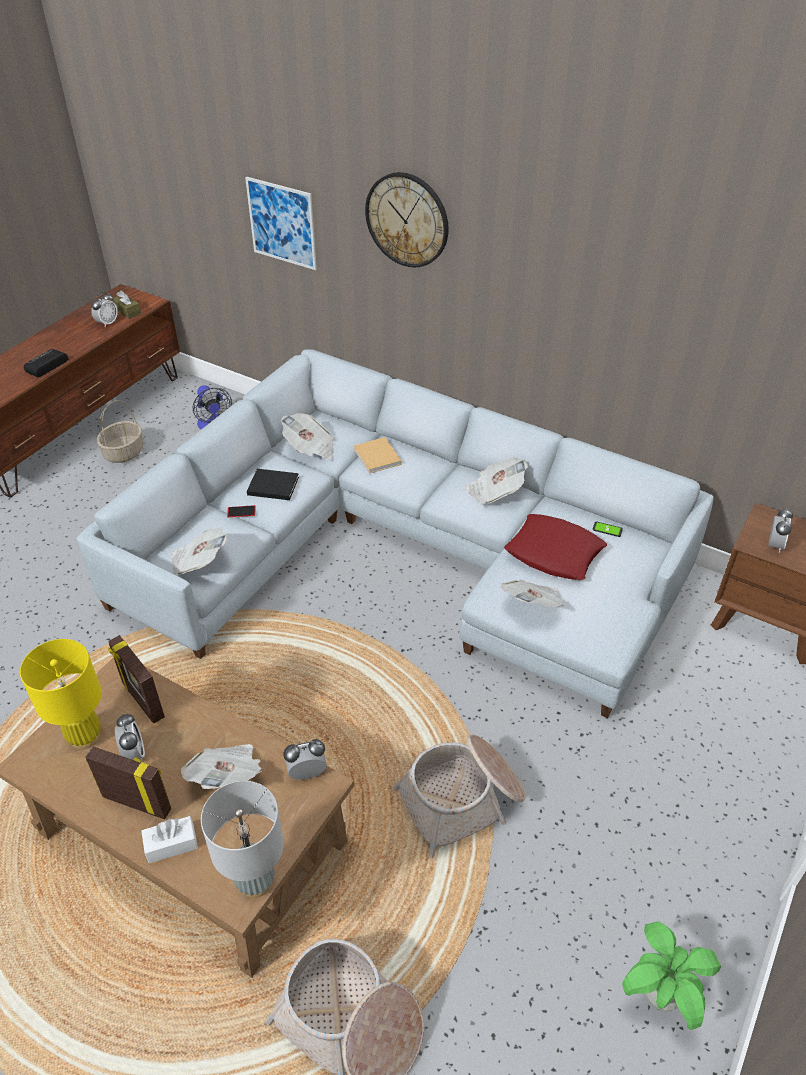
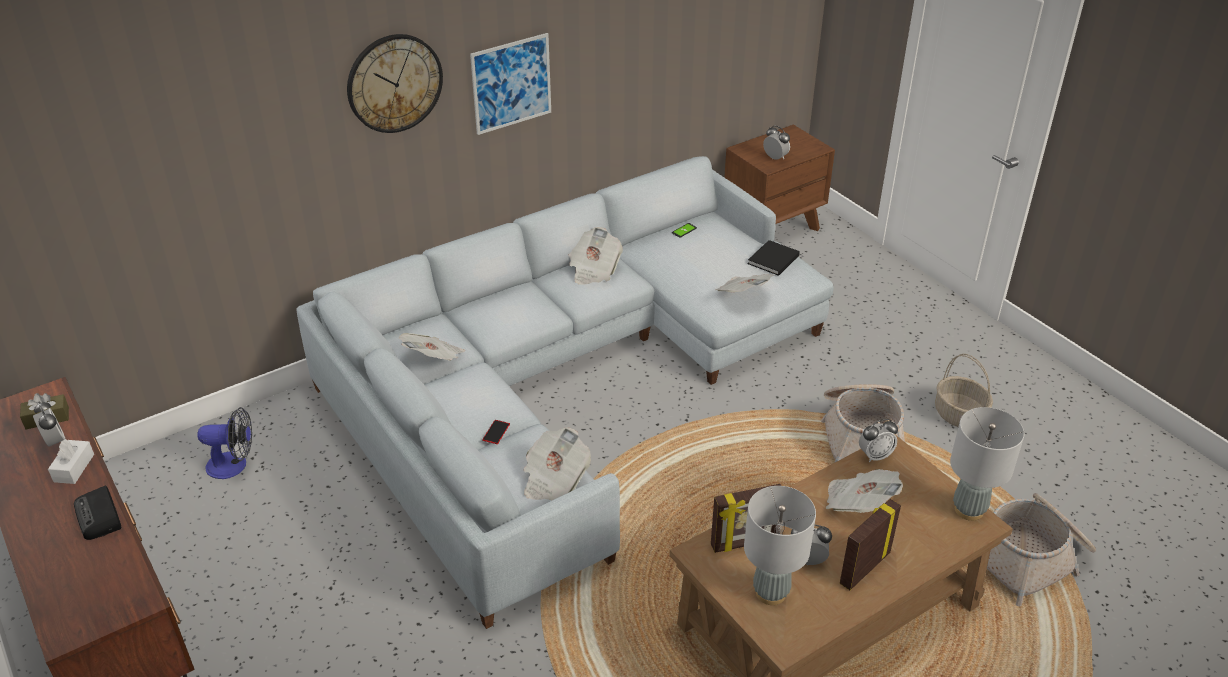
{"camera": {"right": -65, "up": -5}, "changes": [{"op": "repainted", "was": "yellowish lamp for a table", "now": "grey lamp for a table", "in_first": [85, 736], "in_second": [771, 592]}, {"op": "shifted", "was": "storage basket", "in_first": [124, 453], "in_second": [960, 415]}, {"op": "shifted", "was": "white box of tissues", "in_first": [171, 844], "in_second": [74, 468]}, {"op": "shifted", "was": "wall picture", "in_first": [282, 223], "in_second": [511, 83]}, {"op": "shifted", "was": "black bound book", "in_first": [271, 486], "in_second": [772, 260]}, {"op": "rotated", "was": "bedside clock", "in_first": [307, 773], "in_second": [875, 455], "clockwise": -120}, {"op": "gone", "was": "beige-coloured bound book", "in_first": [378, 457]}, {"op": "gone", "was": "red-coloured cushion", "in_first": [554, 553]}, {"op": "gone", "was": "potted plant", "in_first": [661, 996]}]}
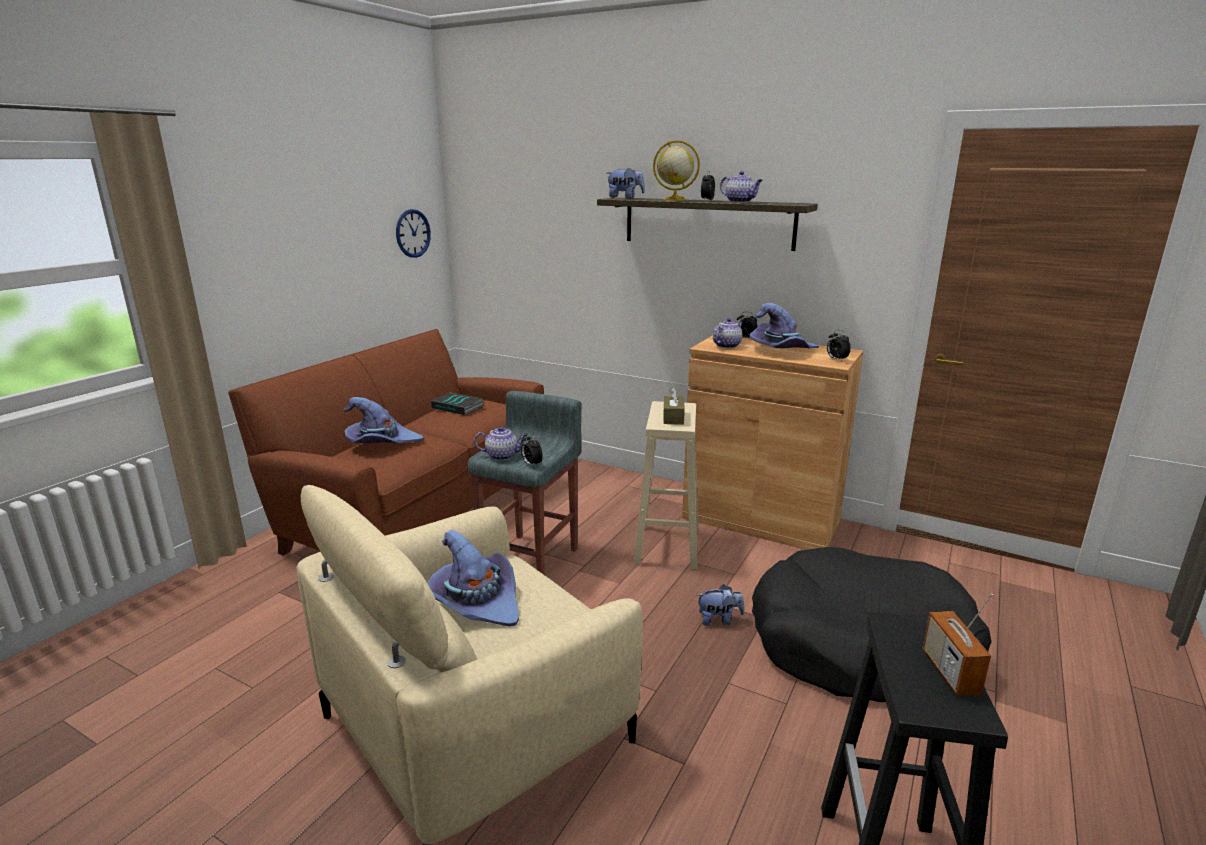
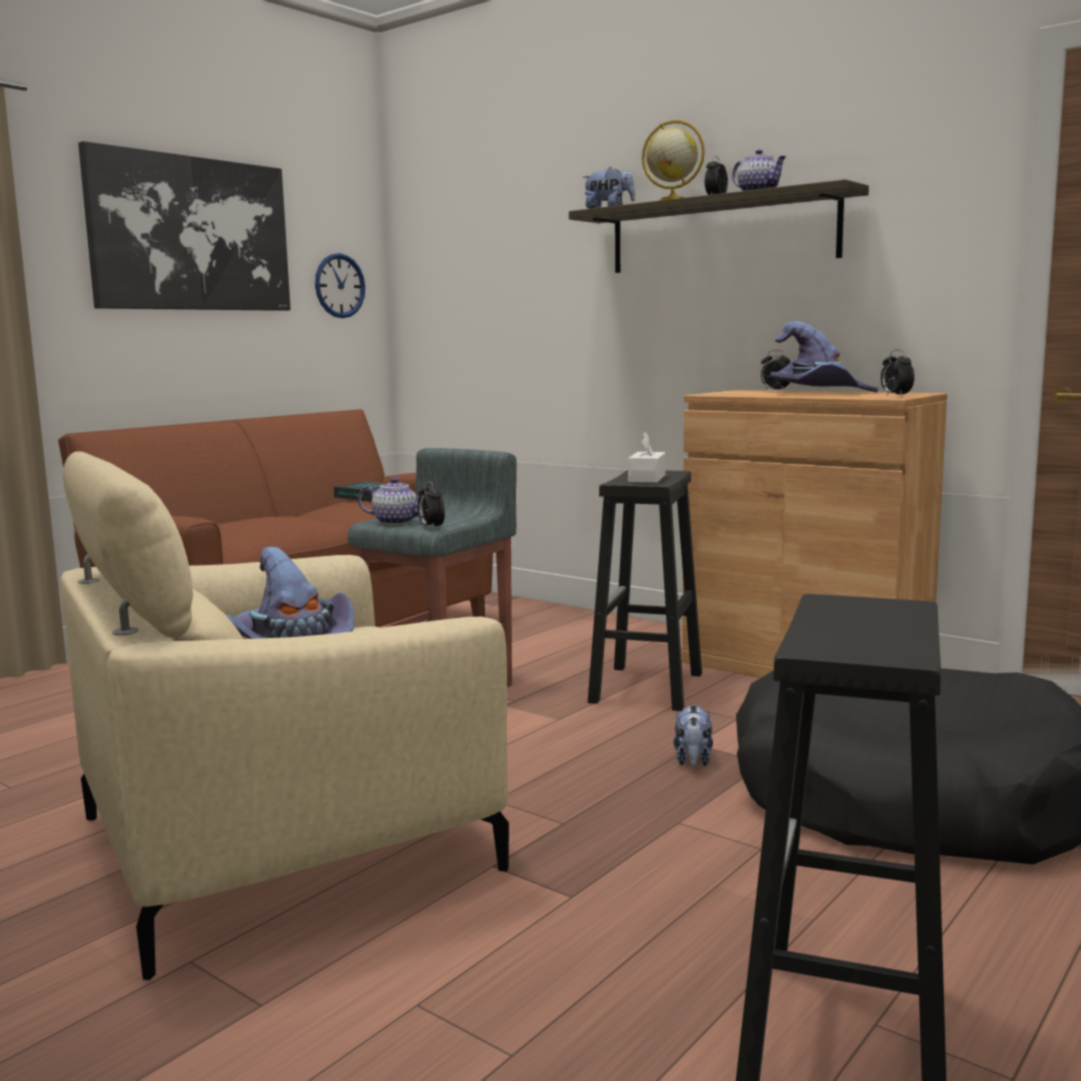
{"camera": {"right": 10, "up": -10}, "changes": [{"op": "gone", "was": "purple-coloured clothing hat", "in_first": [381, 442]}, {"op": "repainted", "was": "beige-coloured stool", "now": "black stool", "in_first": [667, 547], "in_second": [647, 688]}, {"op": "repainted", "was": "brownish box of tissues", "now": "white box of tissues", "in_first": [673, 417], "in_second": [647, 478]}, {"op": "rotated", "was": "soft toy", "in_first": [719, 620], "in_second": [693, 761], "clockwise": 90}, {"op": "gone", "was": "pot for tea", "in_first": [727, 345]}, {"op": "gone", "was": "radio", "in_first": [950, 672]}, {"op": "new", "now": "wall picture", "in_second": [191, 234]}]}
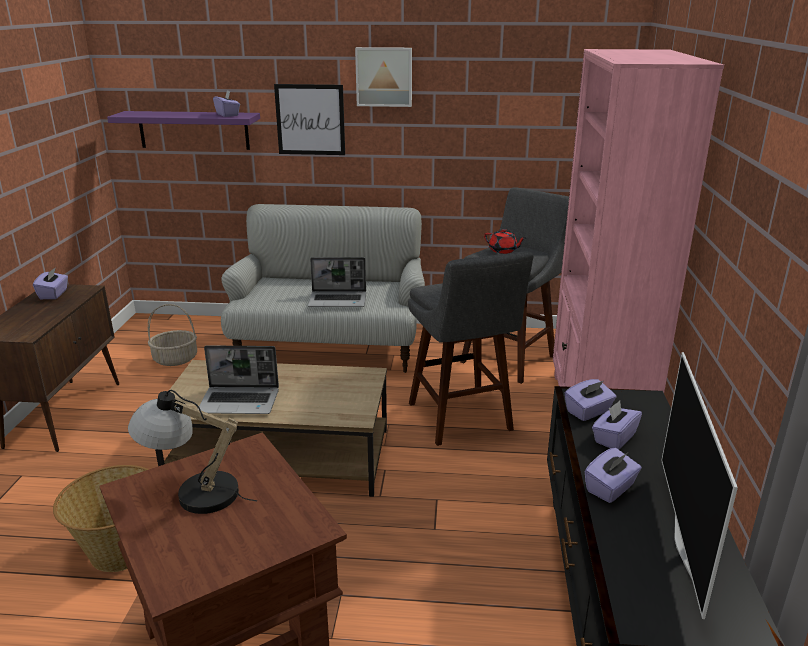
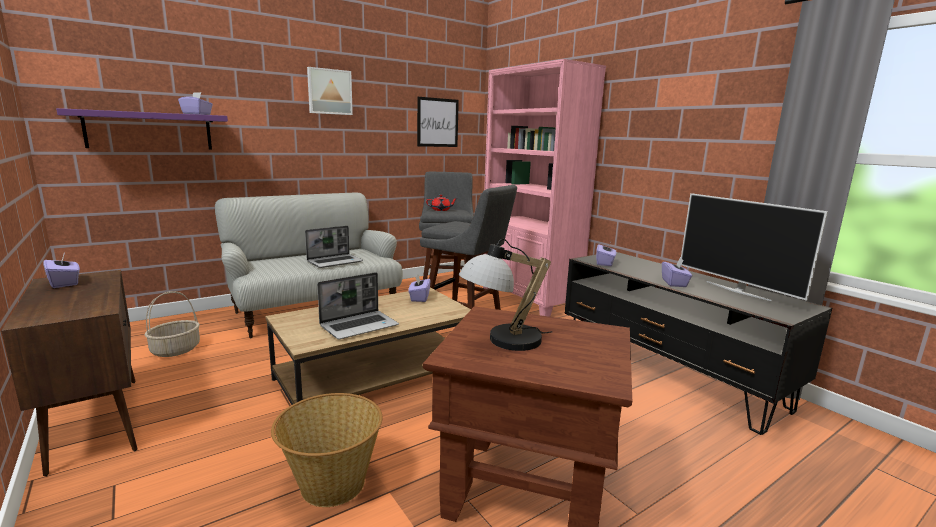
{"camera": {"right": -40, "up": -10}, "changes": [{"op": "shifted", "was": "wall picture", "in_first": [310, 119], "in_second": [437, 122]}, {"op": "shifted", "was": "purple-coloured box of tissues", "in_first": [614, 438], "in_second": [419, 298]}]}
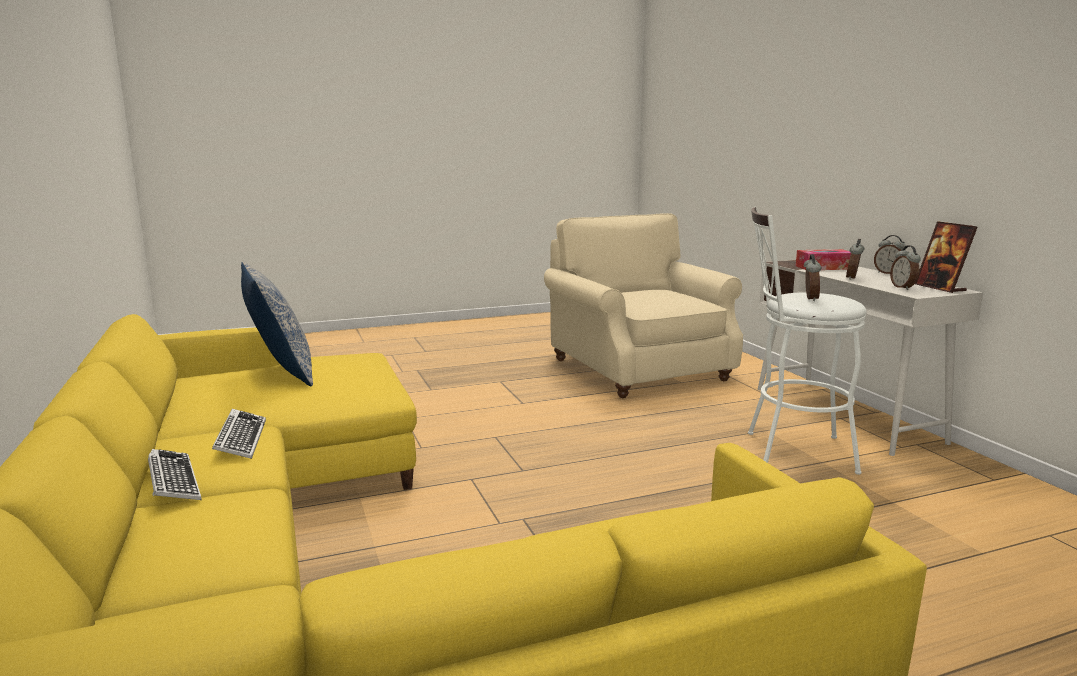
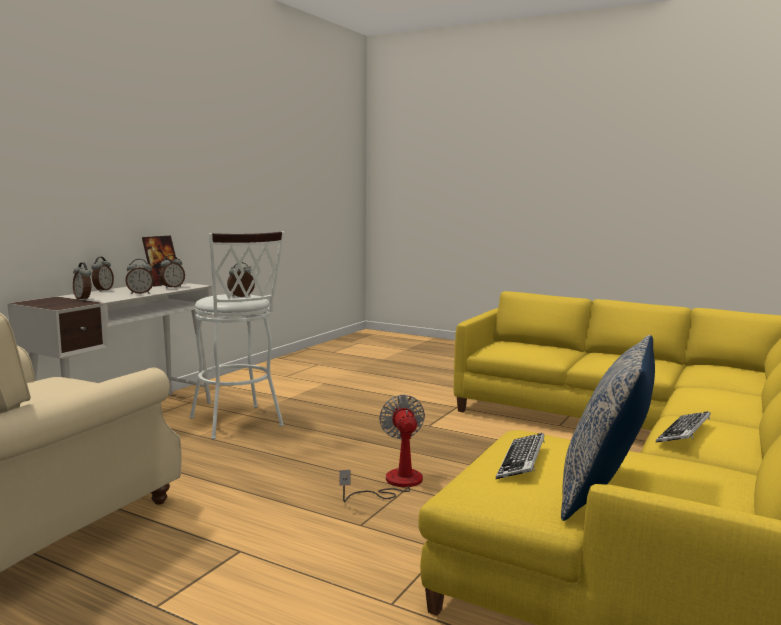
{"camera": {"right": -130, "up": -5}, "changes": [{"op": "shifted", "was": "computer keyboard", "in_first": [172, 481], "in_second": [521, 462]}, {"op": "swapped", "was": "box of tissues", "now": "bedside clock", "in_first": [823, 267], "in_second": [83, 299]}, {"op": "new", "now": "fan", "in_second": [394, 483]}]}
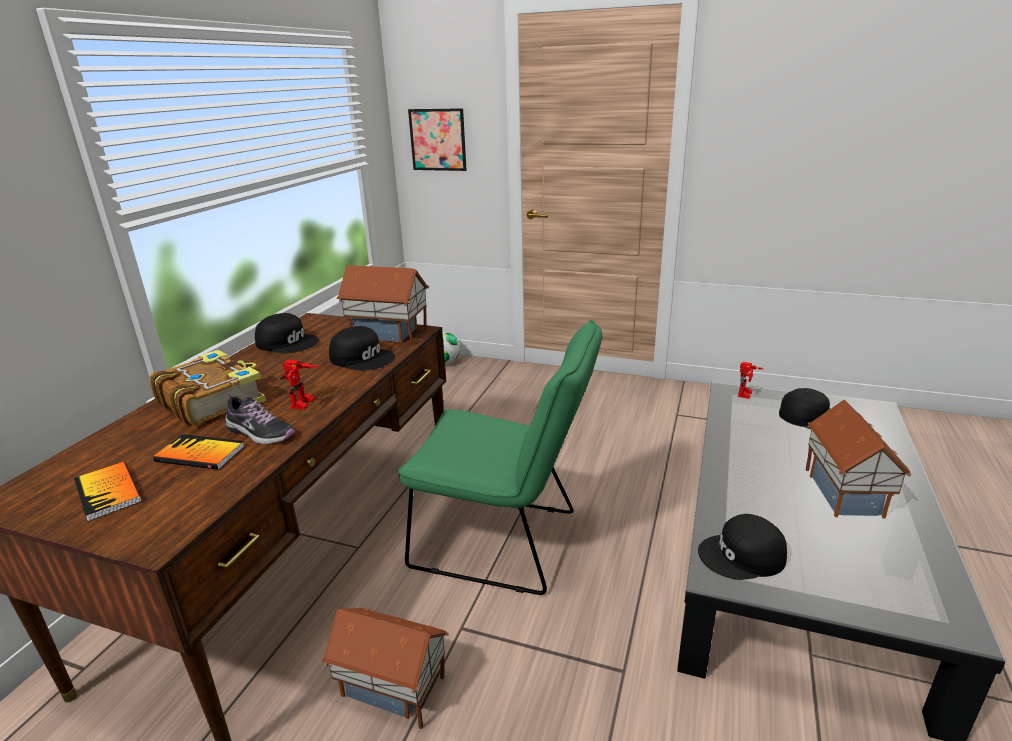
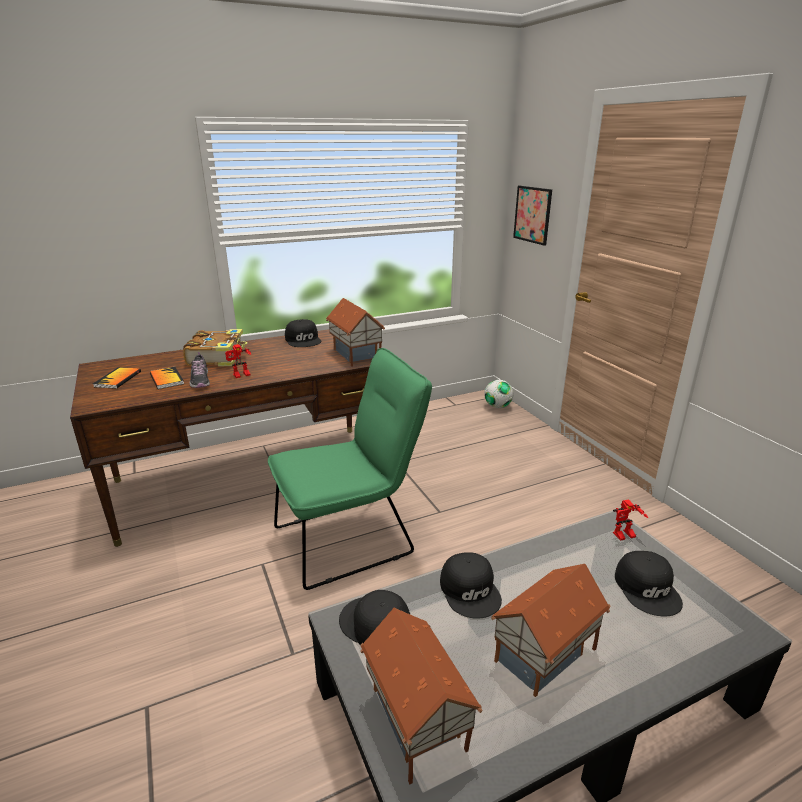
{"camera": {"right": 45, "up": 0}, "changes": [{"op": "shifted", "was": "model house", "in_first": [392, 690], "in_second": [415, 722]}, {"op": "shifted", "was": "black baseball cap", "in_first": [362, 357], "in_second": [471, 590]}, {"op": "rotated", "was": "greenish upright chair", "in_first": [506, 542], "in_second": [352, 538], "clockwise": -90}]}
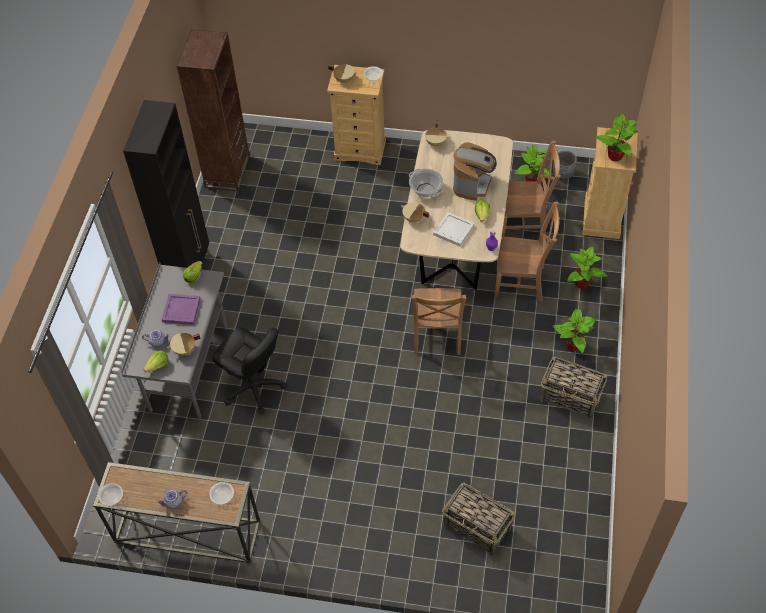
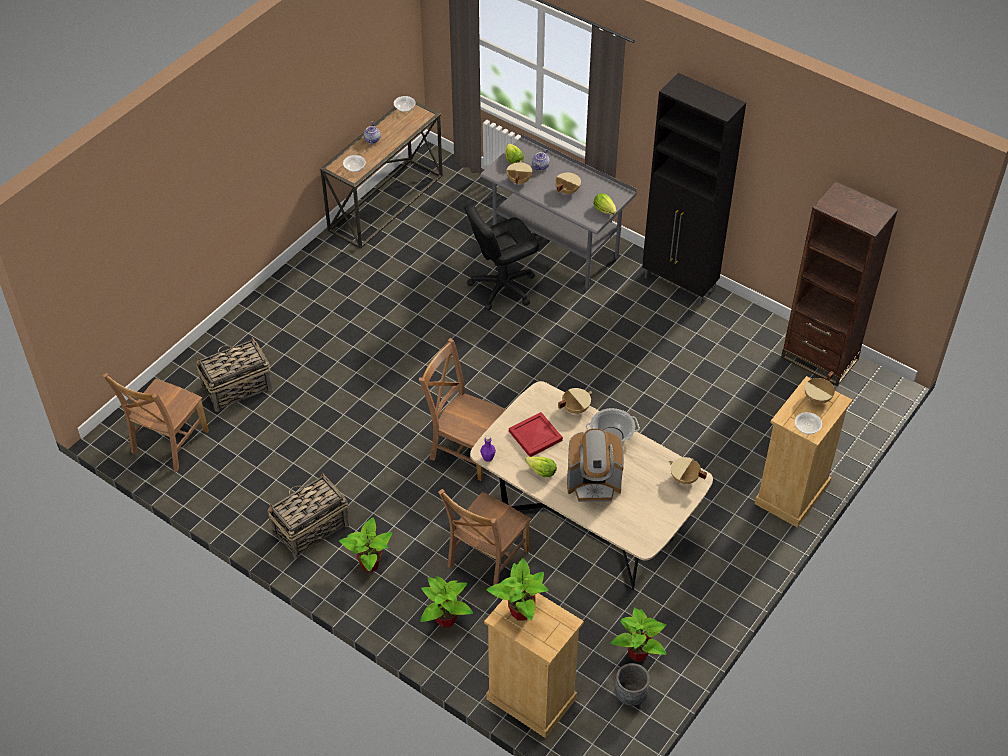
{"camera": {"right": 115, "up": -5}, "changes": [{"op": "swapped", "was": "purple-coloured carrying tray", "now": "beige-coloured stockpot", "in_first": [182, 311], "in_second": [567, 191]}, {"op": "repainted", "was": "white carrying tray", "now": "red-coloured carrying tray", "in_first": [453, 229], "in_second": [536, 436]}, {"op": "rotated", "was": "coffee machine", "in_first": [472, 184], "in_second": [594, 484], "clockwise": -45}, {"op": "shifted", "was": "brownish upright chair", "in_first": [524, 224], "in_second": [168, 444]}]}
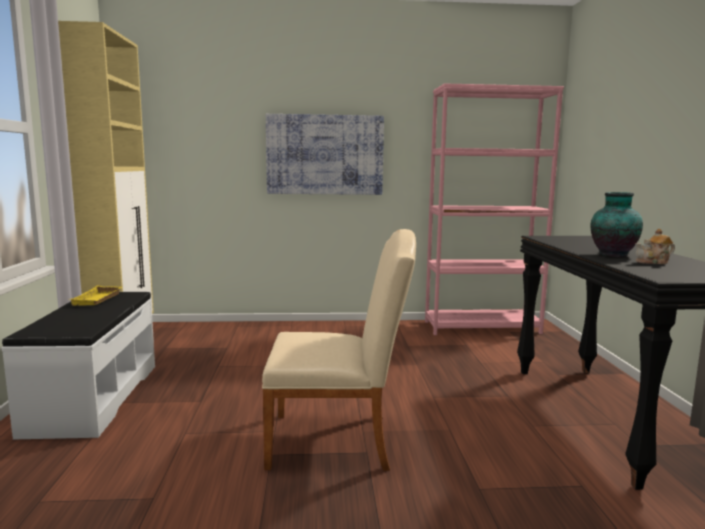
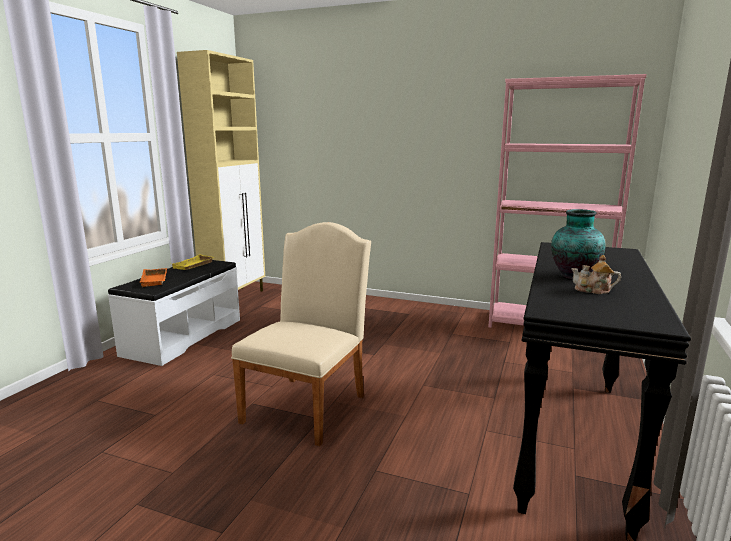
{"camera": {"right": 25, "up": 5}, "changes": [{"op": "rotated", "was": "beige-coloured upright chair", "in_first": [339, 440], "in_second": [309, 404], "clockwise": -90}, {"op": "gone", "was": "wall picture", "in_first": [325, 155]}, {"op": "new", "now": "orange carrying tray", "in_second": [155, 280]}]}
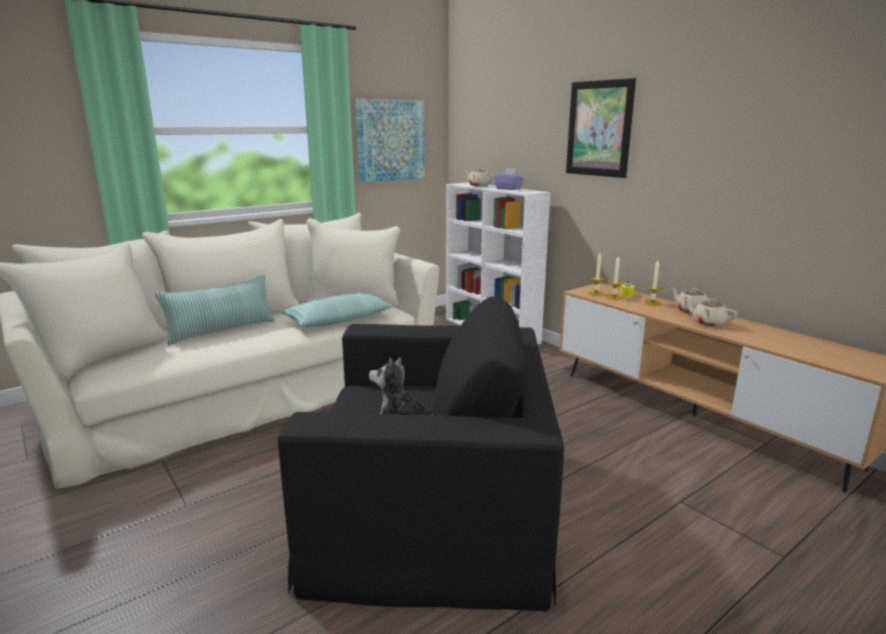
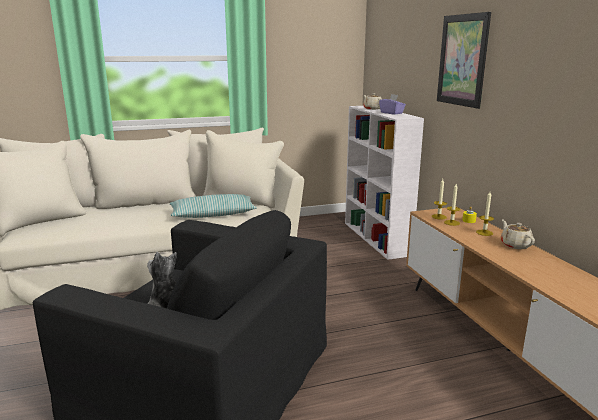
{"camera": {"right": 20, "up": 0}, "changes": [{"op": "gone", "was": "cushion", "in_first": [222, 331]}, {"op": "gone", "was": "wall picture", "in_first": [390, 140]}, {"op": "gone", "was": "beige-coloured pot for tea", "in_first": [708, 323]}]}
